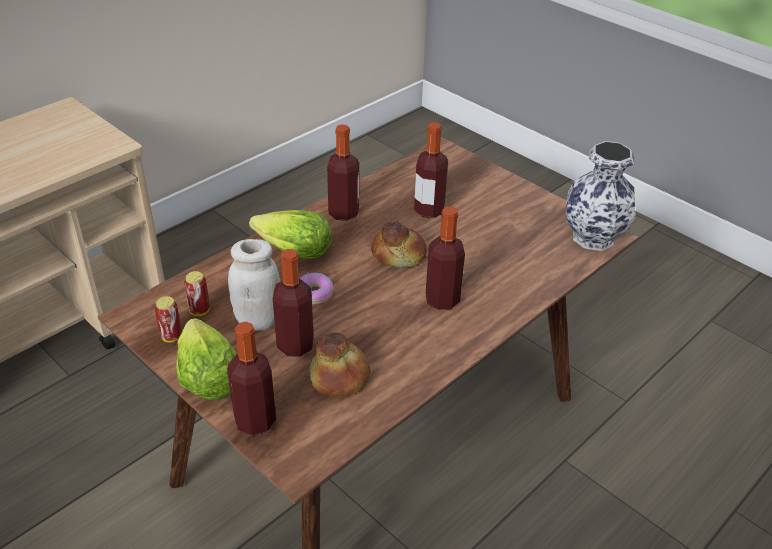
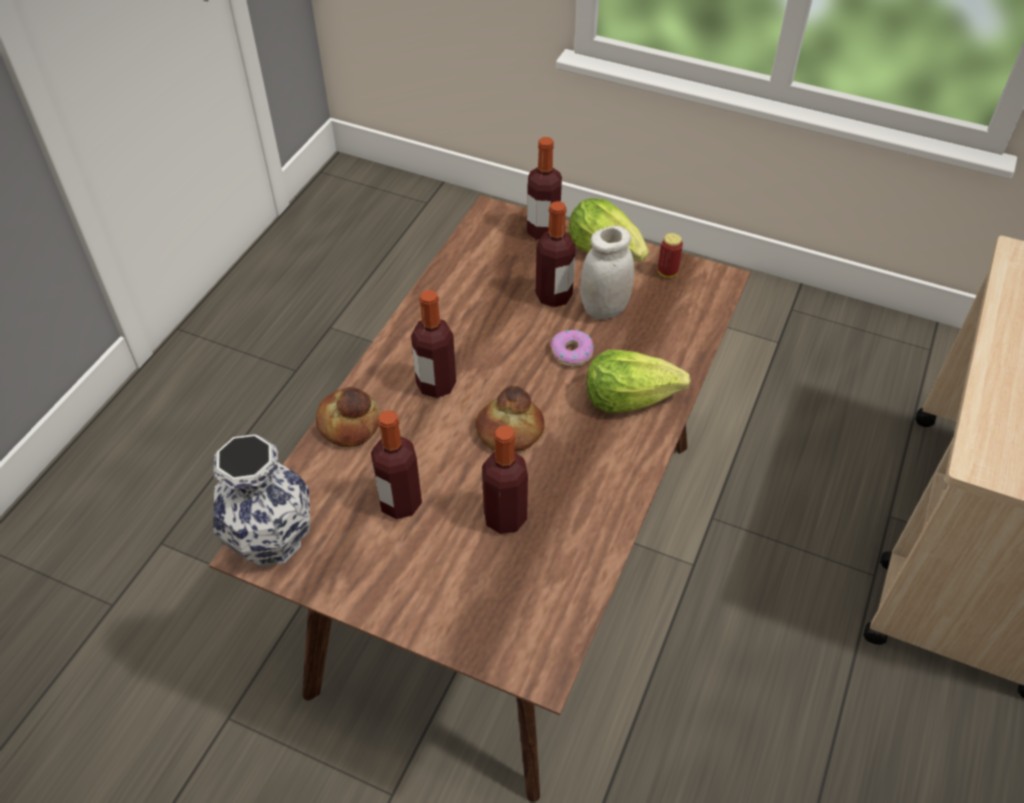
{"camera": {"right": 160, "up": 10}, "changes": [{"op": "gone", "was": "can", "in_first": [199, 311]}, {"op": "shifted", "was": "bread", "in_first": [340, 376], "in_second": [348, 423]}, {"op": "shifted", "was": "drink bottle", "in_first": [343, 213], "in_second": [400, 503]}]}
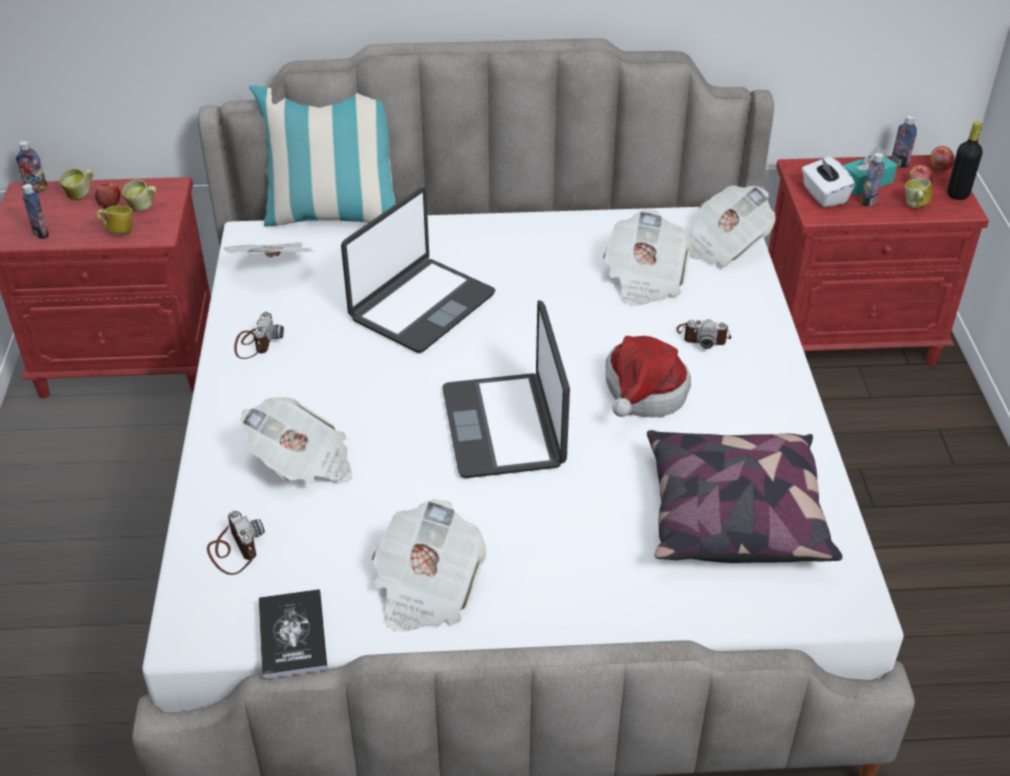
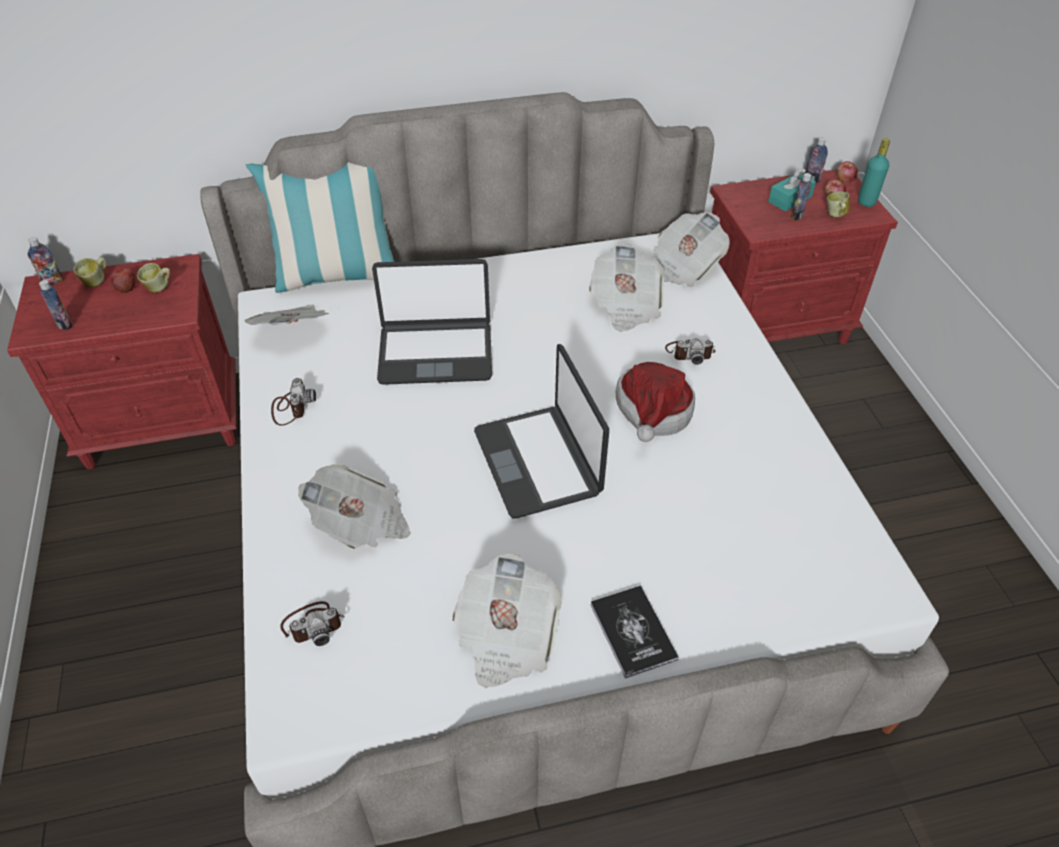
{"camera": {"right": -10, "up": 5}, "changes": [{"op": "gone", "was": "mug", "in_first": [118, 231]}, {"op": "rotated", "was": "photo camera", "in_first": [234, 549], "in_second": [313, 624], "clockwise": 105}, {"op": "shifted", "was": "bound book", "in_first": [292, 635], "in_second": [633, 632]}, {"op": "rotated", "was": "portable computer", "in_first": [421, 306], "in_second": [435, 353], "clockwise": 60}, {"op": "gone", "was": "cushion", "in_first": [733, 515]}, {"op": "gone", "was": "white box of tissues", "in_first": [823, 195]}, {"op": "repainted", "was": "black drink bottle", "now": "turquoise-coloured drink bottle", "in_first": [958, 194], "in_second": [866, 202]}]}
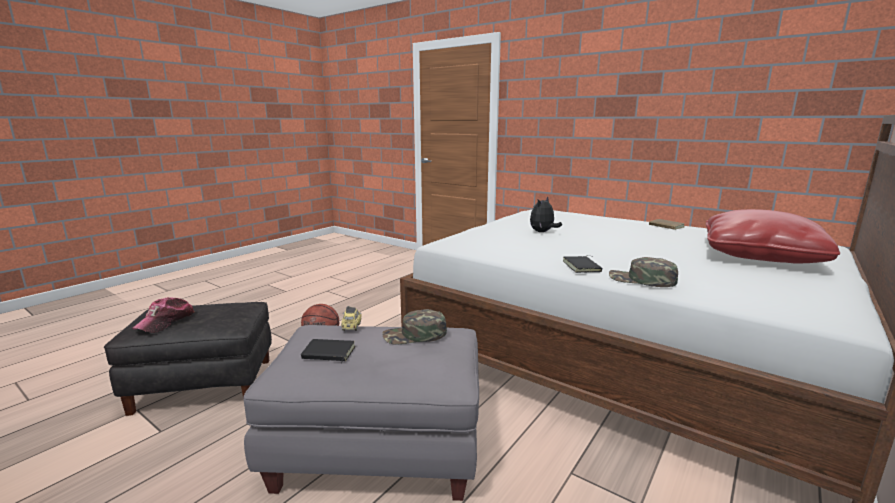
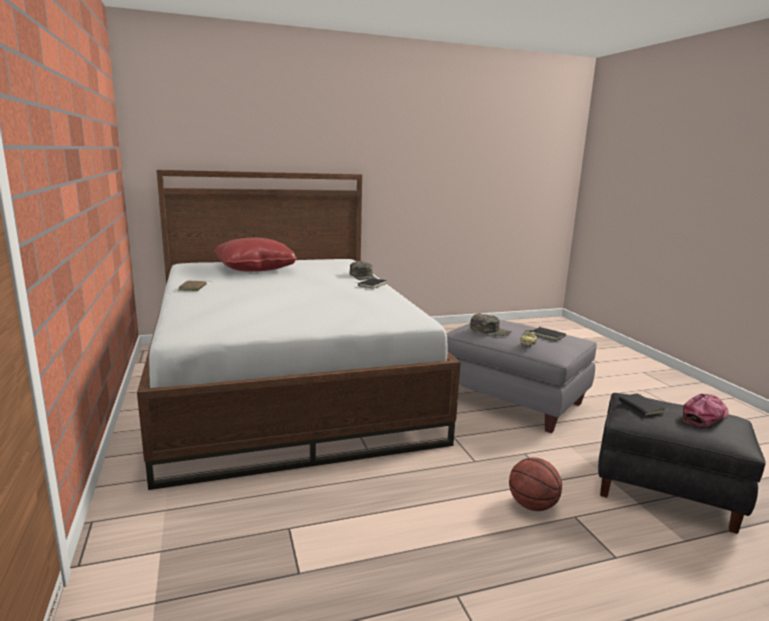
{"camera": {"right": -145, "up": 0}, "changes": [{"op": "gone", "was": "soft toy", "in_first": [543, 232]}, {"op": "new", "now": "black bound book", "in_second": [639, 407]}]}
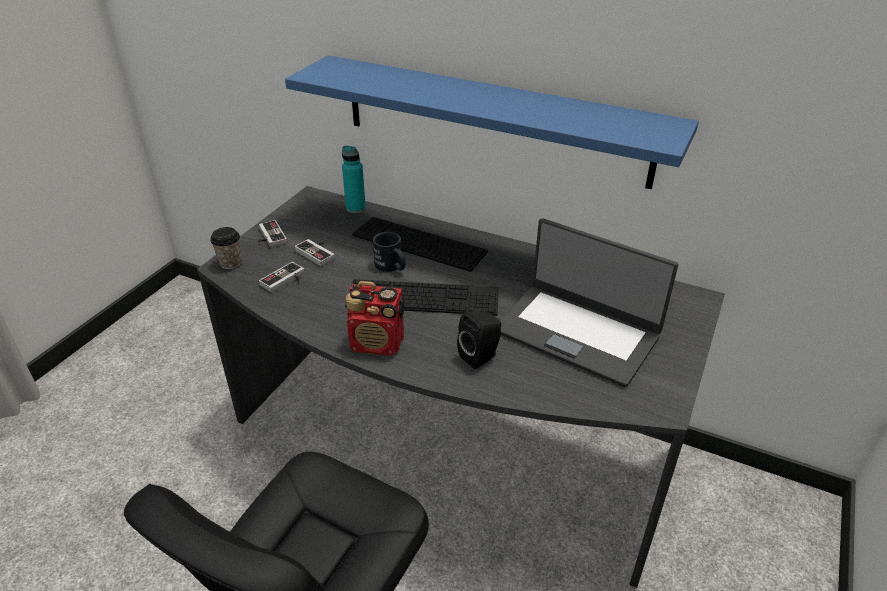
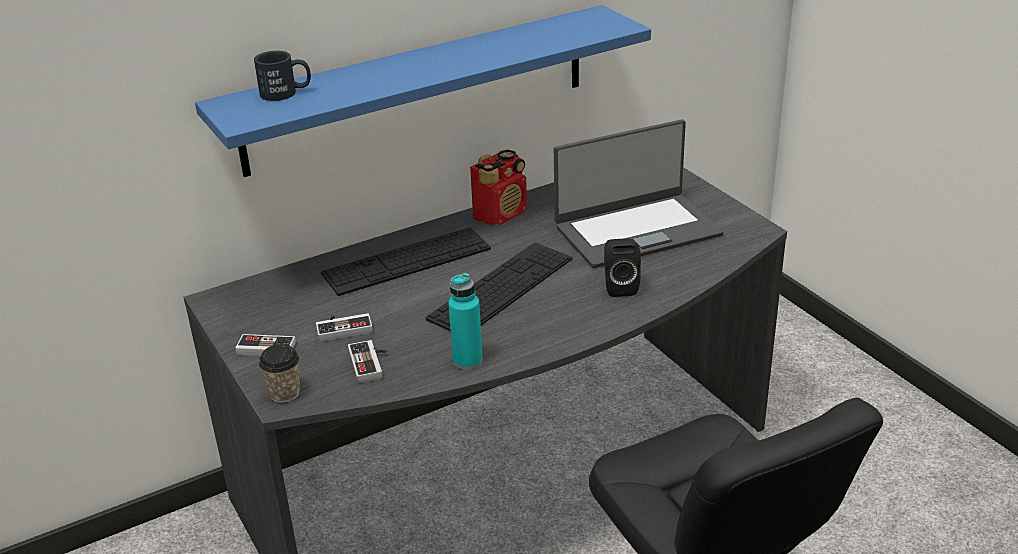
{"camera": {"right": -55, "up": -5}, "changes": [{"op": "shifted", "was": "turquoise-coloured drink bottle", "in_first": [356, 208], "in_second": [467, 361]}, {"op": "shifted", "was": "radio", "in_first": [378, 344], "in_second": [501, 214]}, {"op": "shifted", "was": "black mug", "in_first": [392, 266], "in_second": [286, 93]}]}
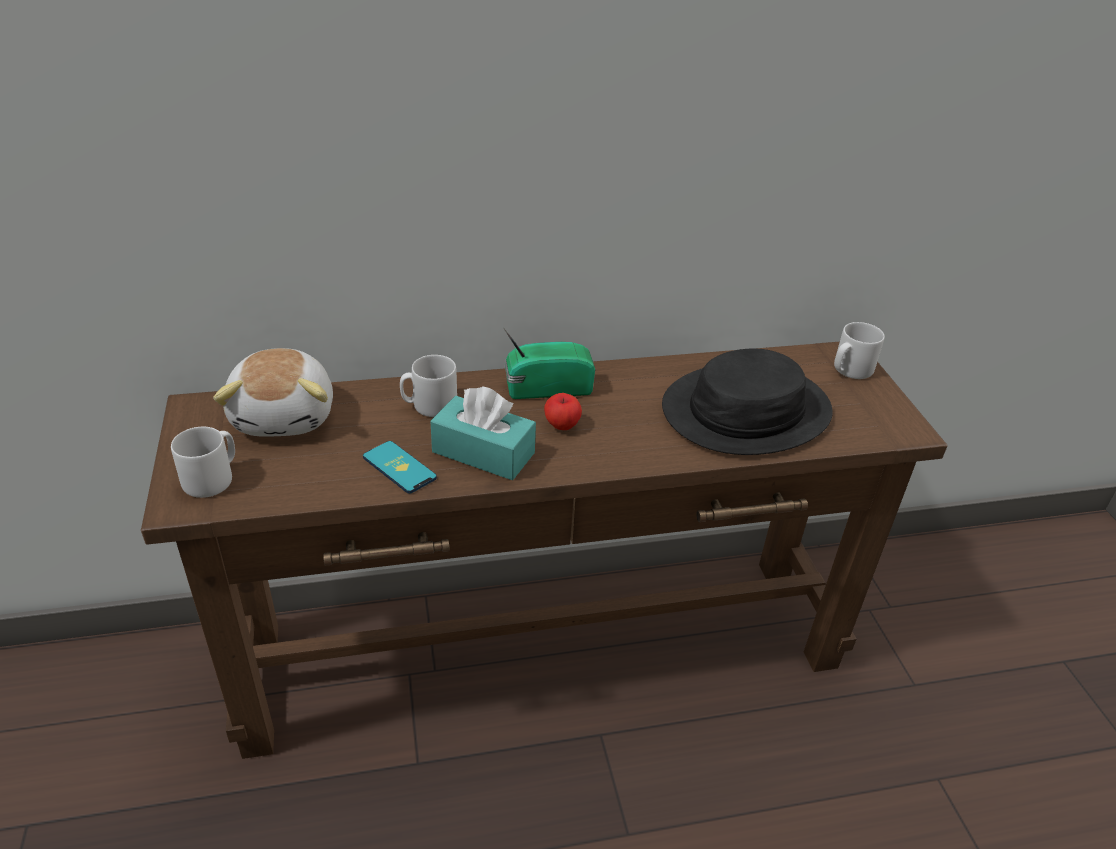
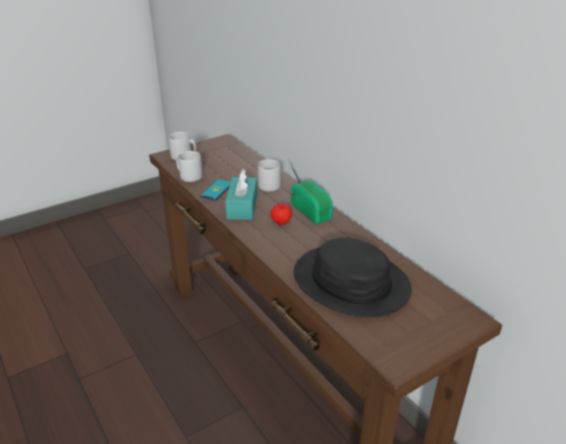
{"camera": {"right": 70, "up": -5}, "changes": [{"op": "gone", "was": "soft toy", "in_first": [285, 415]}, {"op": "shifted", "was": "grey mug", "in_first": [849, 370], "in_second": [189, 176]}]}
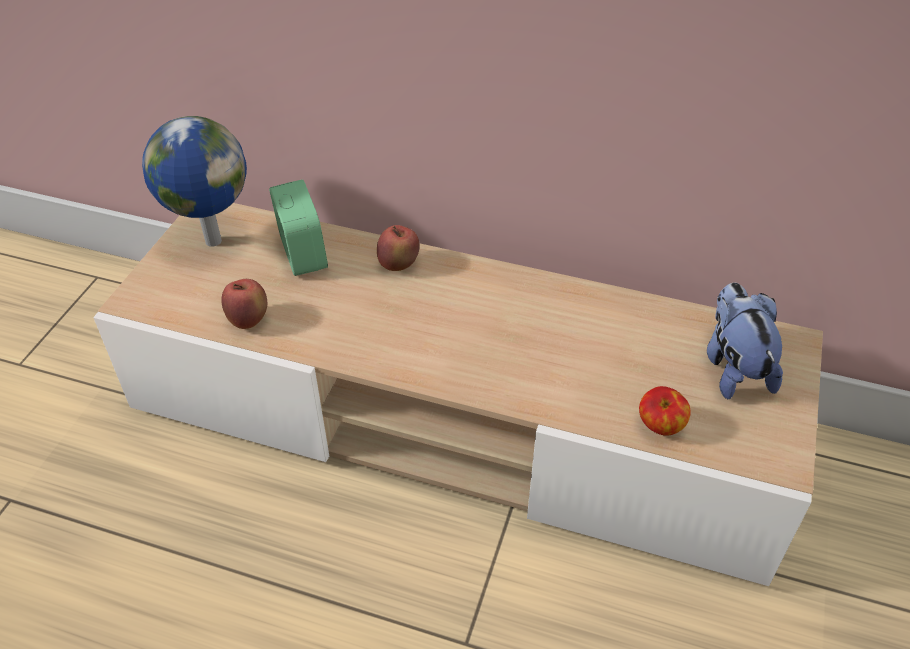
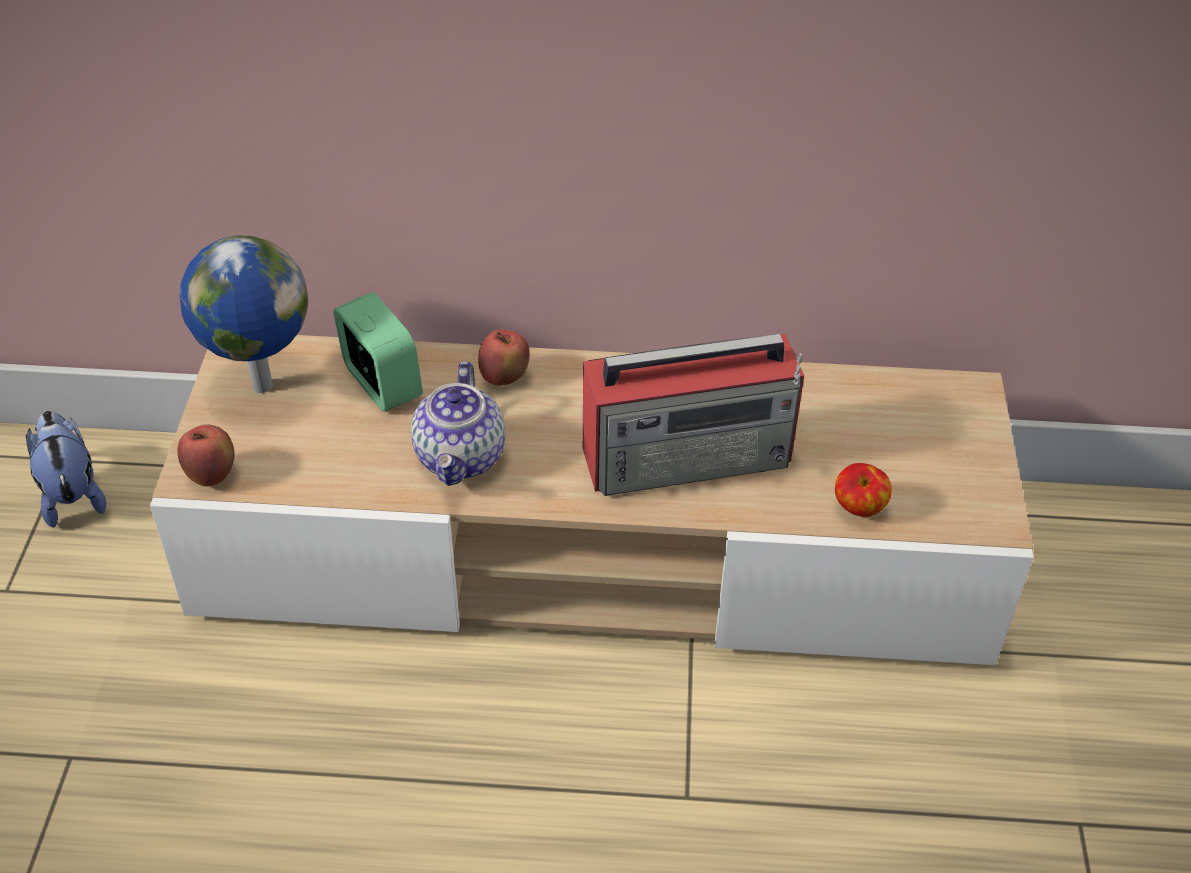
{"camera": {"right": -15, "up": 0}, "changes": [{"op": "shifted", "was": "whole apple", "in_first": [248, 320], "in_second": [212, 475]}, {"op": "shifted", "was": "soft toy", "in_first": [734, 367], "in_second": [72, 494]}, {"op": "new", "now": "pot for tea", "in_second": [461, 458]}, {"op": "new", "now": "radio", "in_second": [690, 456]}]}
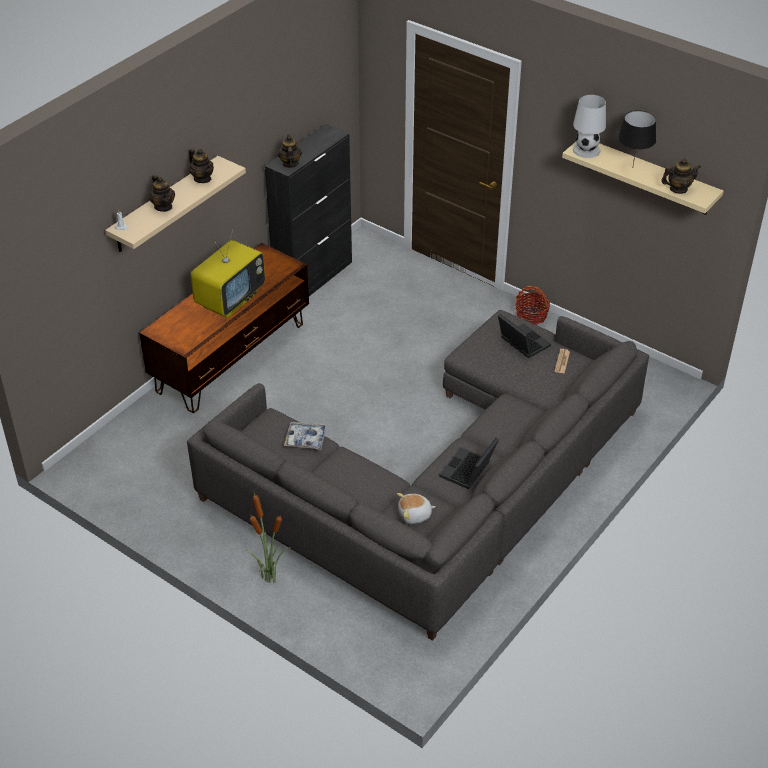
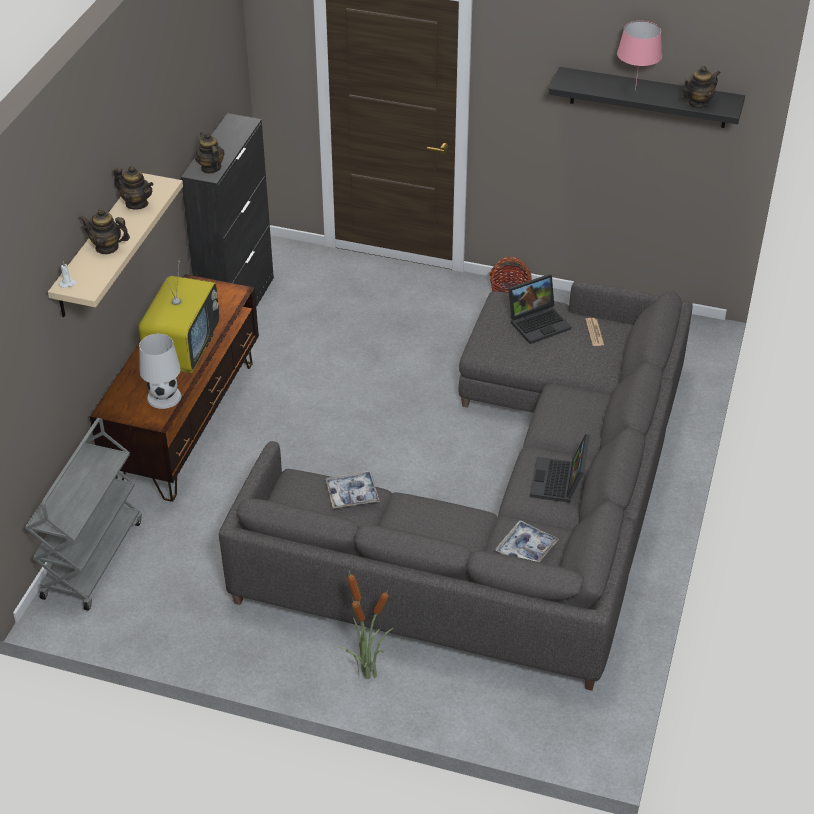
{"camera": {"right": -20, "up": 0}, "changes": [{"op": "rotated", "was": "pot for tea", "in_first": [163, 207], "in_second": [107, 247], "clockwise": 150}, {"op": "swapped", "was": "soft toy", "now": "carrying tray", "in_first": [415, 515], "in_second": [526, 549]}, {"op": "rotated", "was": "portable computer", "in_first": [521, 343], "in_second": [539, 322], "clockwise": 120}, {"op": "repainted", "was": "beige-coloured wall shelf", "now": "black wall shelf", "in_first": [648, 176], "in_second": [648, 97]}, {"op": "shifted", "was": "white lamp for a table", "in_first": [586, 150], "in_second": [163, 397]}, {"op": "repainted", "was": "black lamp for a table", "now": "pinkish lamp for a table", "in_first": [633, 168], "in_second": [636, 90]}, {"op": "new", "now": "grey trolley", "in_second": [92, 558]}]}
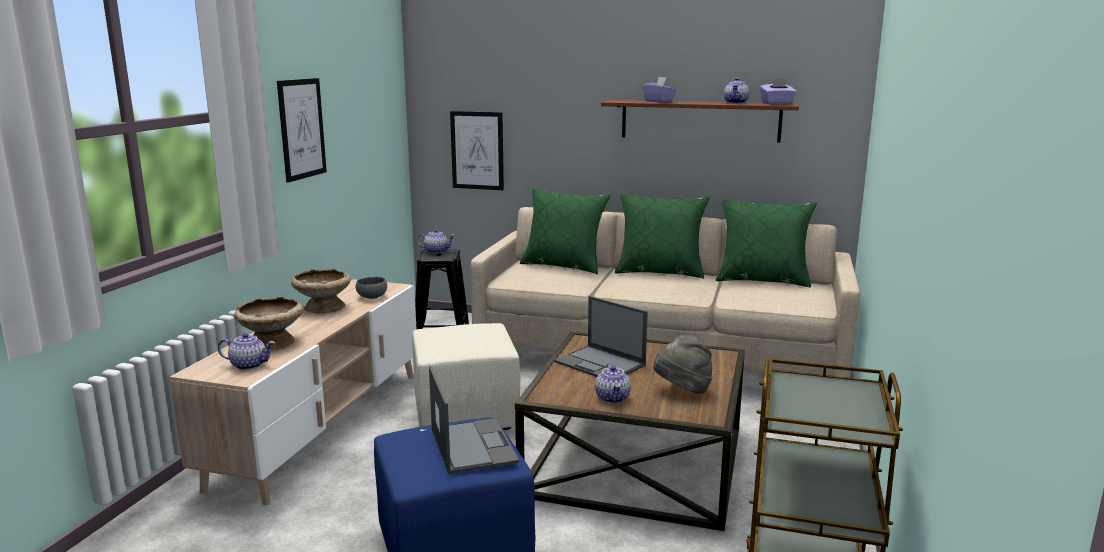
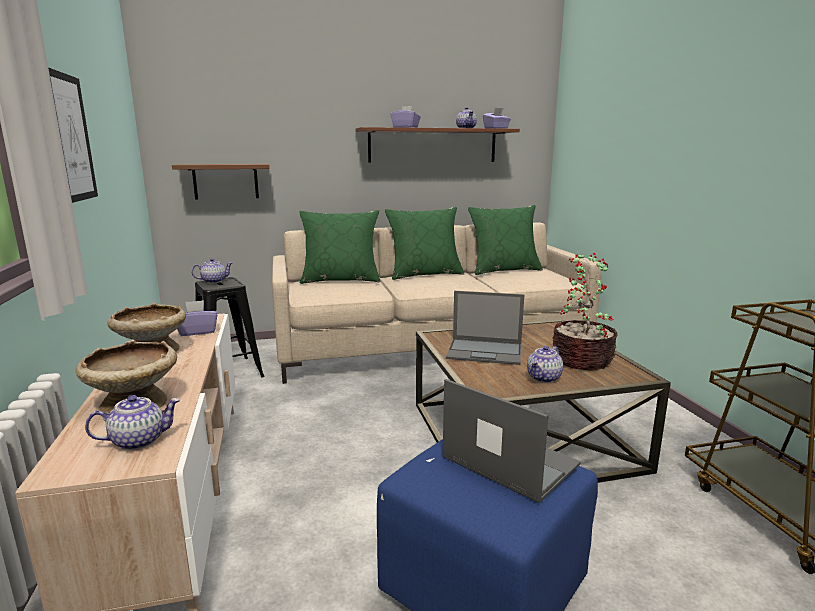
{"camera": {"right": -30, "up": 0}, "changes": [{"op": "swapped", "was": "grey serving bowl", "now": "purple-coloured box of tissues", "in_first": [371, 297], "in_second": [197, 331]}, {"op": "gone", "was": "beige-coloured footrest", "in_first": [466, 417]}, {"op": "swapped", "was": "wall picture", "now": "brownish wall shelf", "in_first": [477, 150], "in_second": [225, 181]}, {"op": "rotated", "was": "pot for tea", "in_first": [613, 398], "in_second": [544, 378], "clockwise": 75}, {"op": "swapped", "was": "grey clothing hat", "now": "potted plant", "in_first": [682, 391], "in_second": [581, 359]}]}
